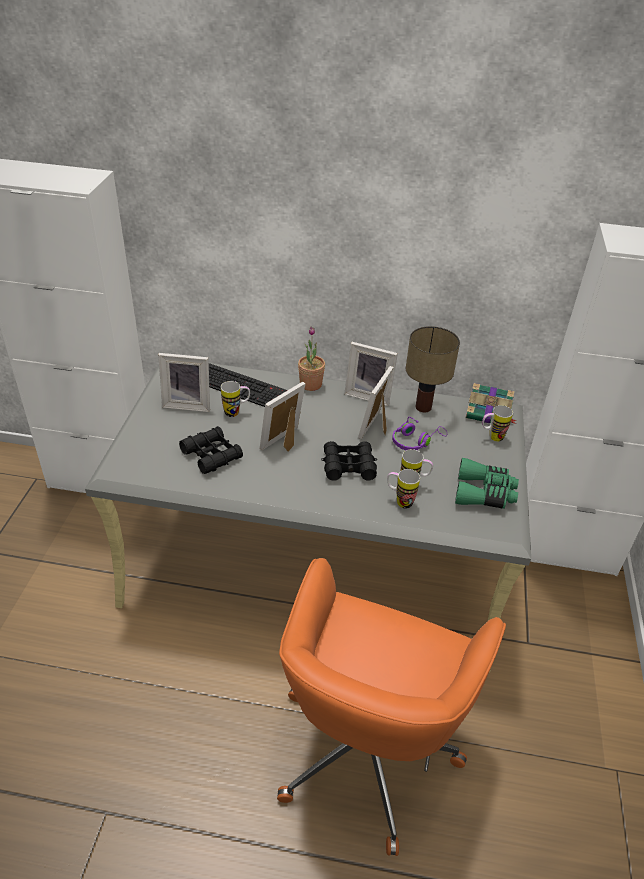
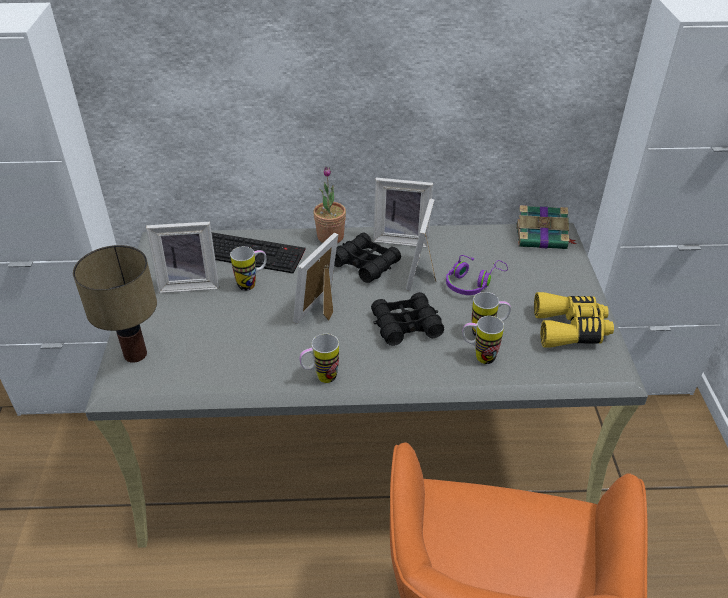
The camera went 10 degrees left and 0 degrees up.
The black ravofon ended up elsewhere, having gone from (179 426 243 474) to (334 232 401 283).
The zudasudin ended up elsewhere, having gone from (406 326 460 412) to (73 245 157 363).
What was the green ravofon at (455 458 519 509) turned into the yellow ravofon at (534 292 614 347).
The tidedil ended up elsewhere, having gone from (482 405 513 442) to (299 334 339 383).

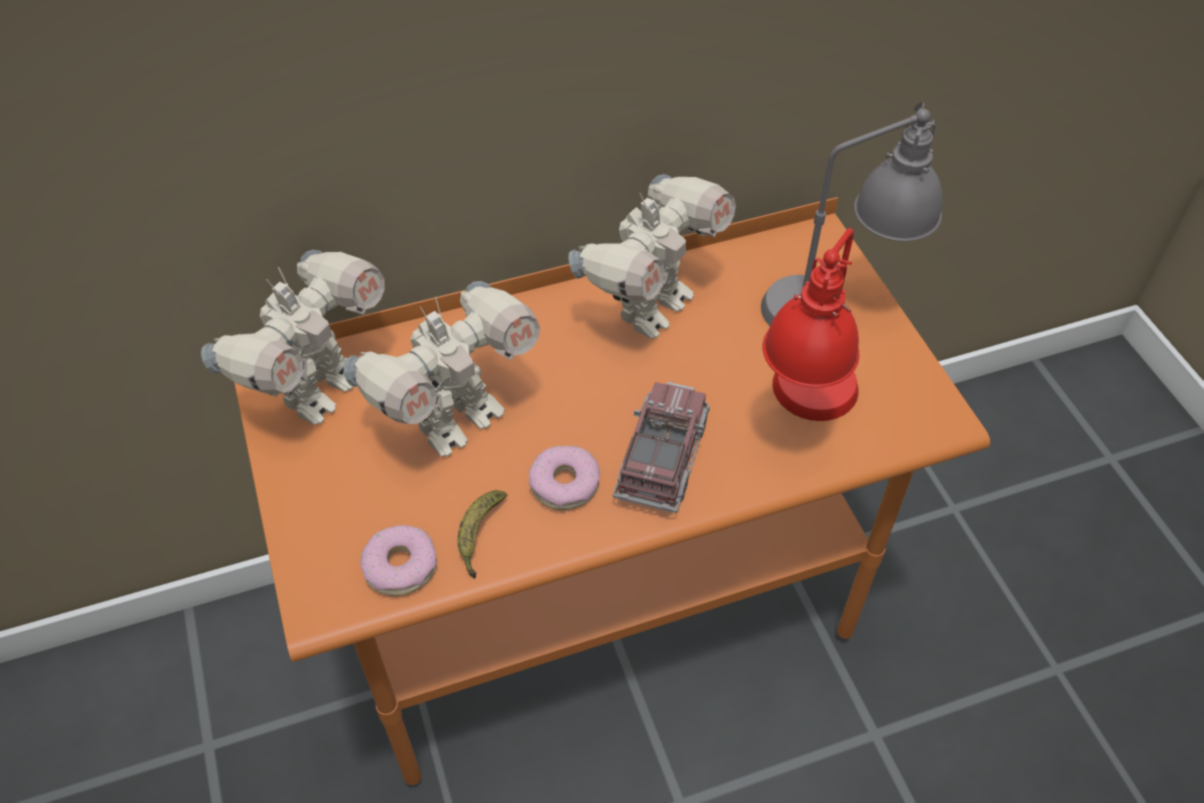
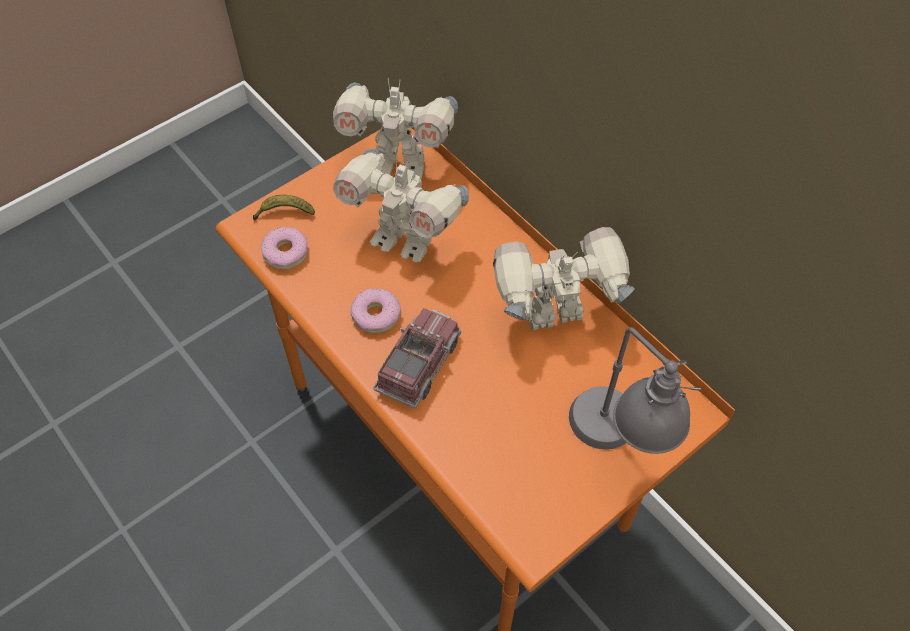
The camera went 70 degrees right and 5 degrees up.
The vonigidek ended up elsewhere, having gone from (457 490 507 579) to (253 195 315 221).
The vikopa at (569 174 736 339) ended up facing another way, 150 degrees clockwise from before.
The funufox at (613 382 710 513) ended up facing another way, 60 degrees counterclockwise from before.
The second view lost the red zudasudin at (763 228 859 421).

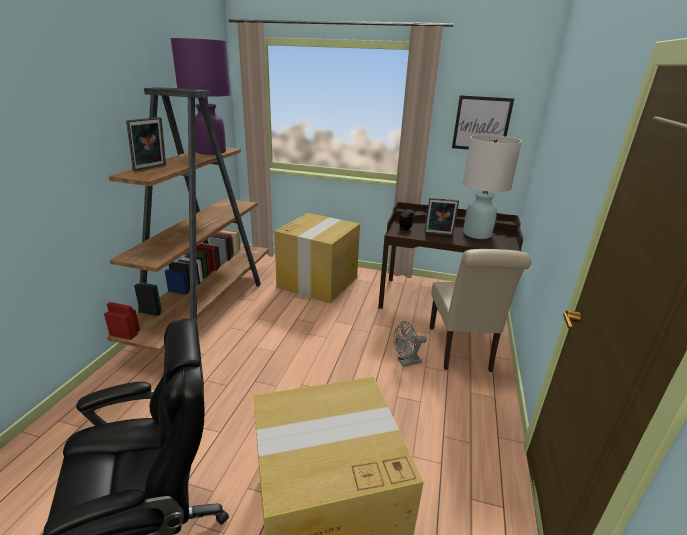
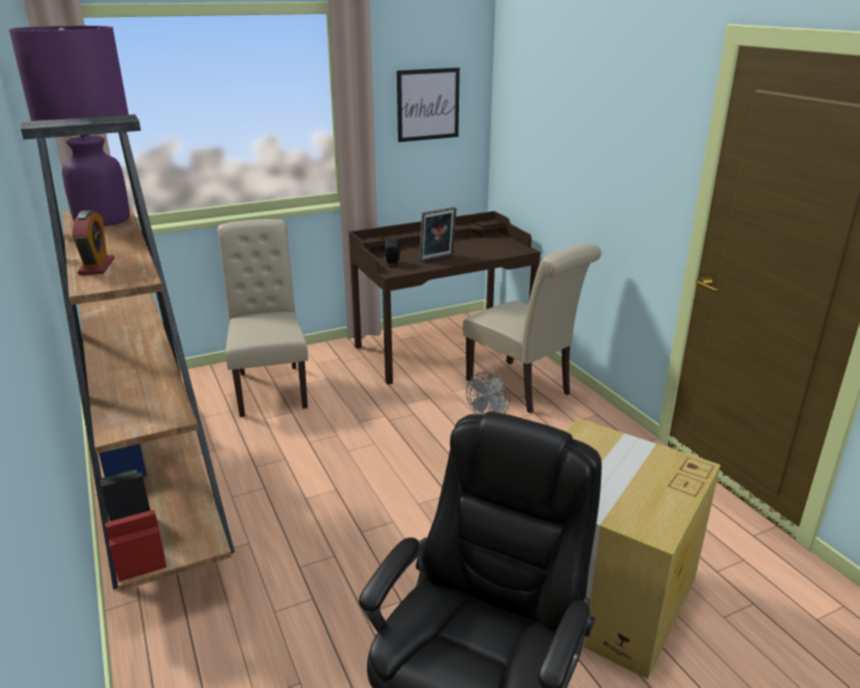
The camera went 40 degrees left and 0 degrees up.
Where the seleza stood at (126 117 166 171), the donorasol came to stand at (72 210 114 275).
Where the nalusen stood at (274 213 360 303), the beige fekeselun came to stand at (217 219 308 417).
The second view lost the white zudasudin at (463 135 522 239).

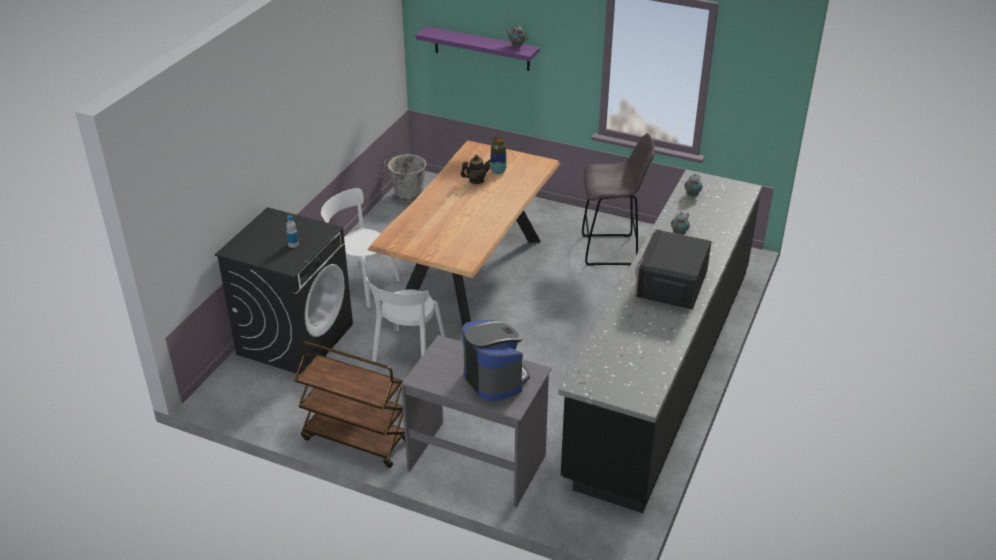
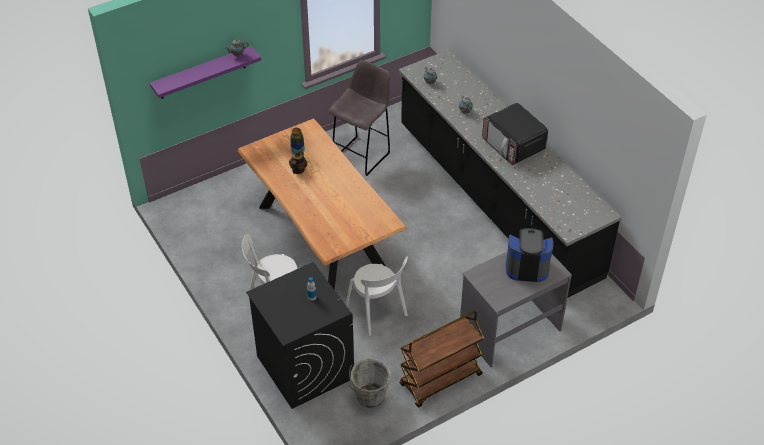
The camera went 55 degrees left and 10 degrees up.
The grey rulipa ended up elsewhere, having gone from (383 153 426 202) to (349 359 391 408).

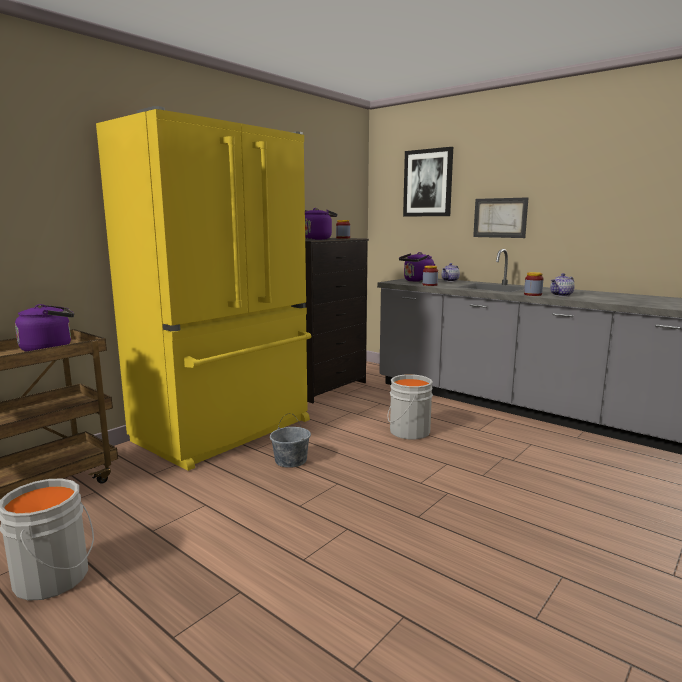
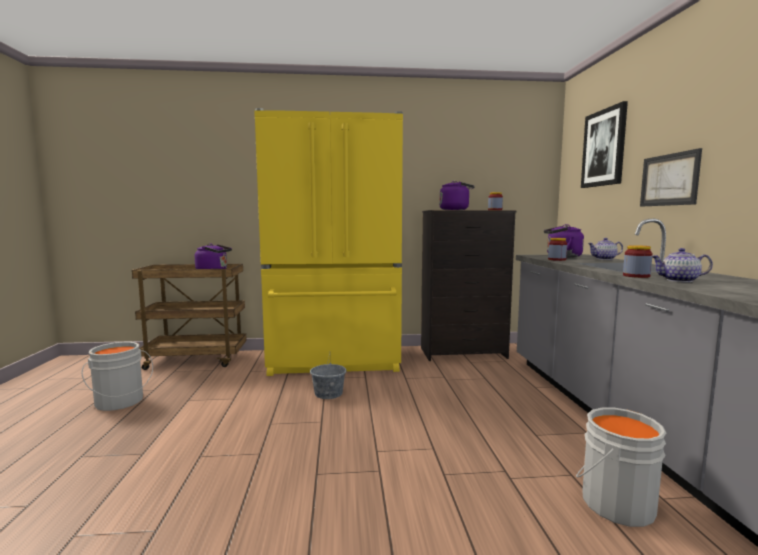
The camera went 45 degrees right and 5 degrees down.
The grey rulipa ended up elsewhere, having gone from (388 374 433 439) to (576 407 666 527).

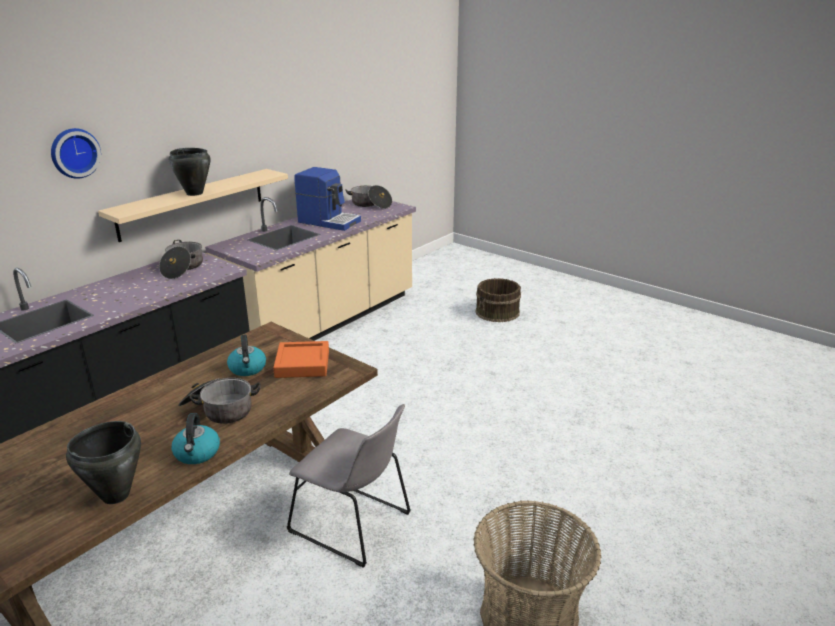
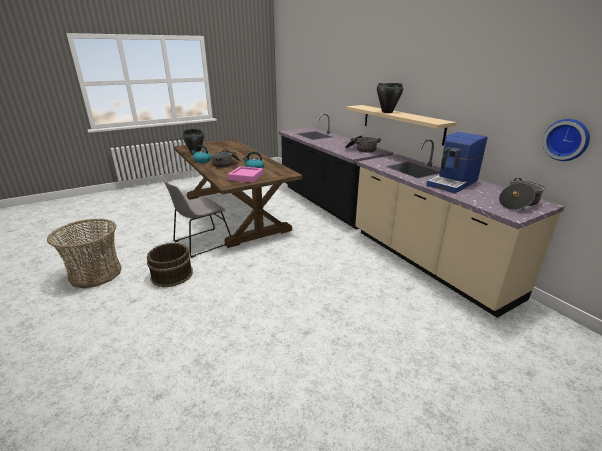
The camera went 110 degrees right and 0 degrees up.
The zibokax ended up elsewhere, having gone from (51 128 101 179) to (543 119 590 161).
What was the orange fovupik at (273 341 329 378) turned into the pink fovupik at (228 166 263 183).
The brown rulipa ended up elsewhere, having gone from (475 278 521 322) to (147 243 193 287).

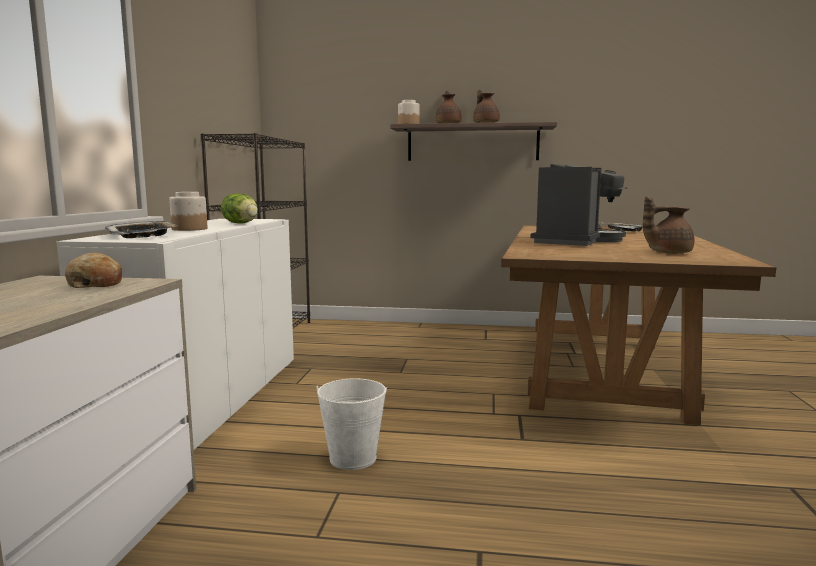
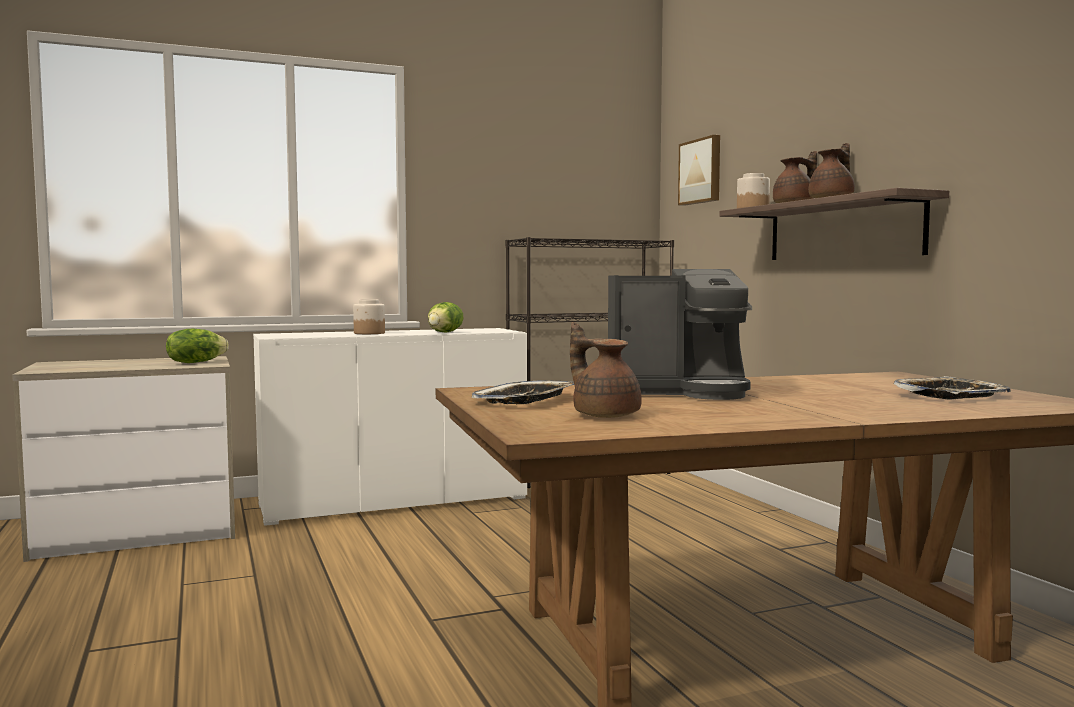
The camera went 60 degrees right and 5 degrees down.
Where the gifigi stood at (65 253 122 288), the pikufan came to stand at (166 329 229 363).
The fovupik ended up elsewhere, having gone from (105 221 178 238) to (472 380 574 404).
The second view lost the white rulipa at (316 378 387 470).
The second view gained the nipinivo at (678 135 720 206).

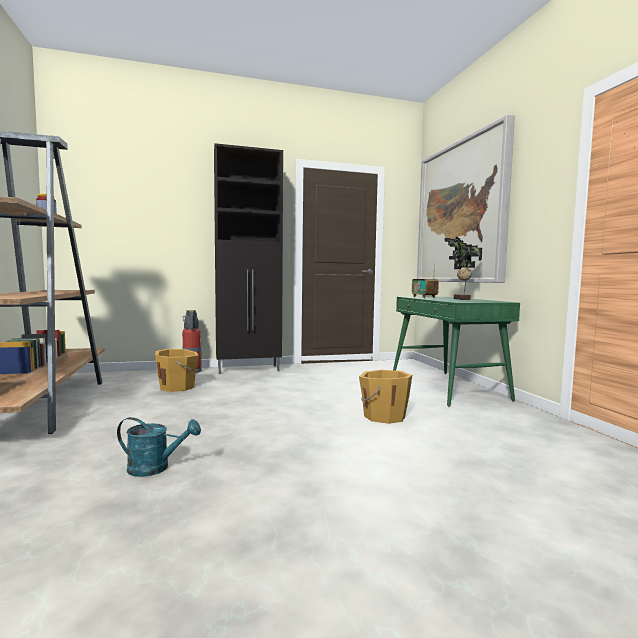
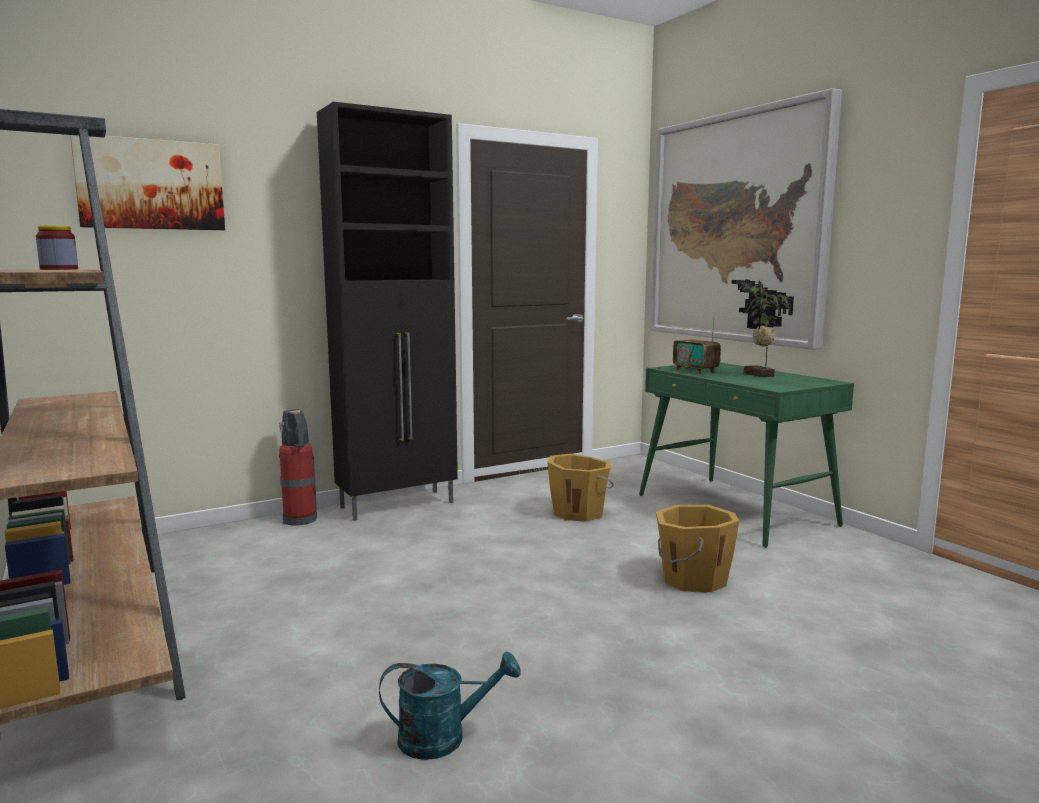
The camera went 15 degrees left and 5 degrees up.
The orange rulipa ended up elsewhere, having gone from (155 349 199 392) to (547 454 614 522).
The second view gained the nipinivo at (70 135 225 230).

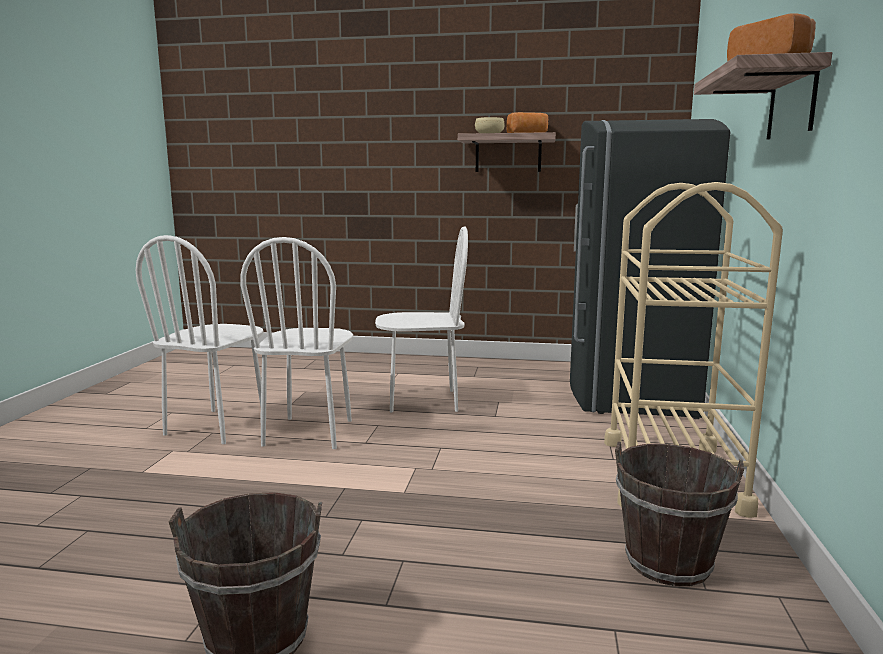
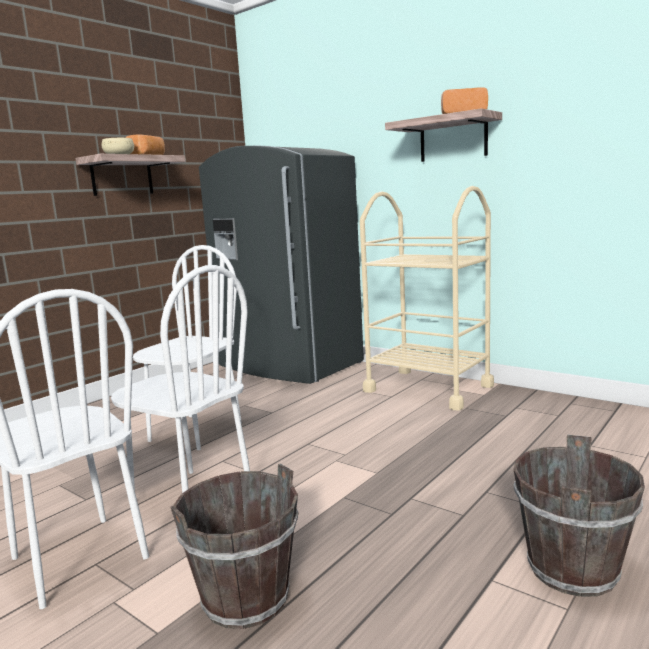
The camera went 60 degrees left and 0 degrees up.
The brown rulipa ended up elsewhere, having gone from (615 442 744 586) to (170 464 298 629).

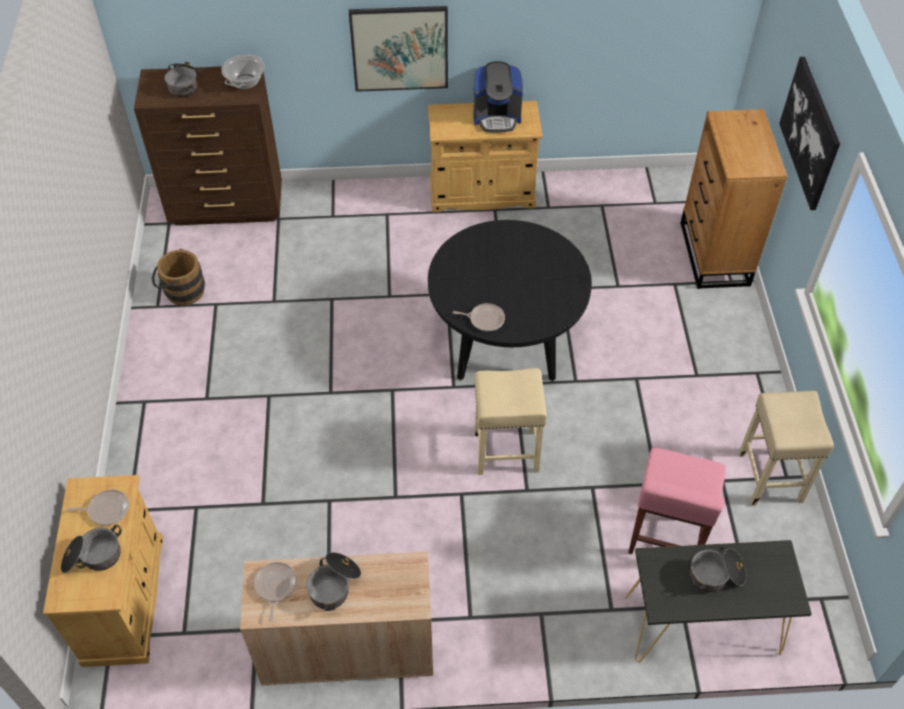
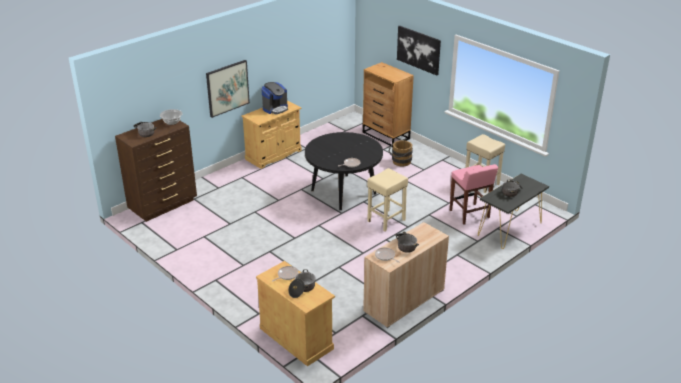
The camera went 40 degrees left and 20 degrees down.
The brown rulipa ended up elsewhere, having gone from (152 249 205 306) to (389 140 413 167).

